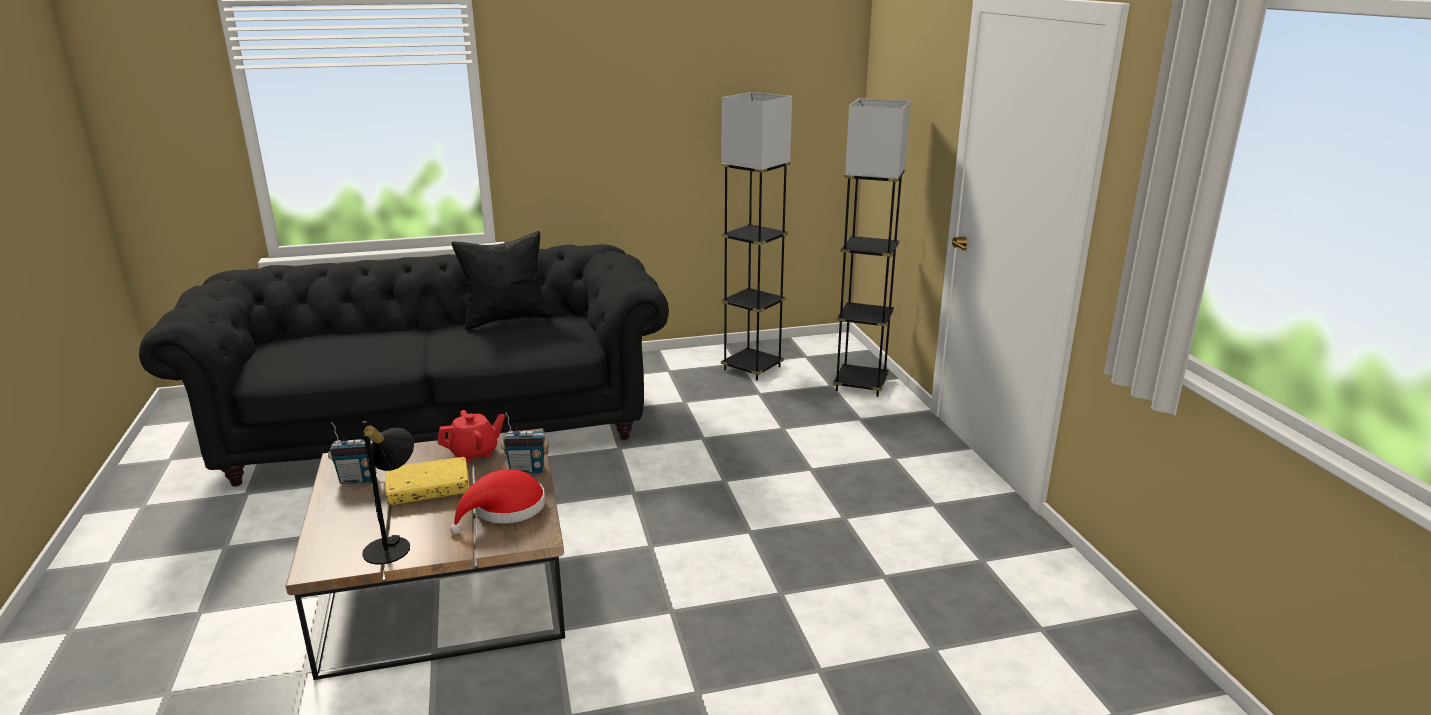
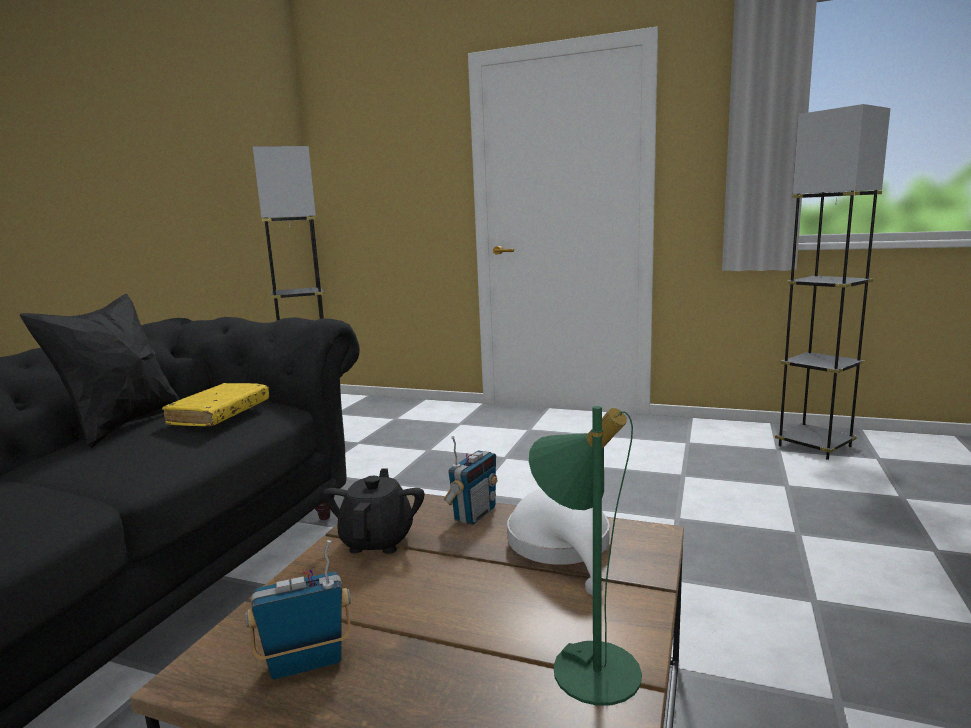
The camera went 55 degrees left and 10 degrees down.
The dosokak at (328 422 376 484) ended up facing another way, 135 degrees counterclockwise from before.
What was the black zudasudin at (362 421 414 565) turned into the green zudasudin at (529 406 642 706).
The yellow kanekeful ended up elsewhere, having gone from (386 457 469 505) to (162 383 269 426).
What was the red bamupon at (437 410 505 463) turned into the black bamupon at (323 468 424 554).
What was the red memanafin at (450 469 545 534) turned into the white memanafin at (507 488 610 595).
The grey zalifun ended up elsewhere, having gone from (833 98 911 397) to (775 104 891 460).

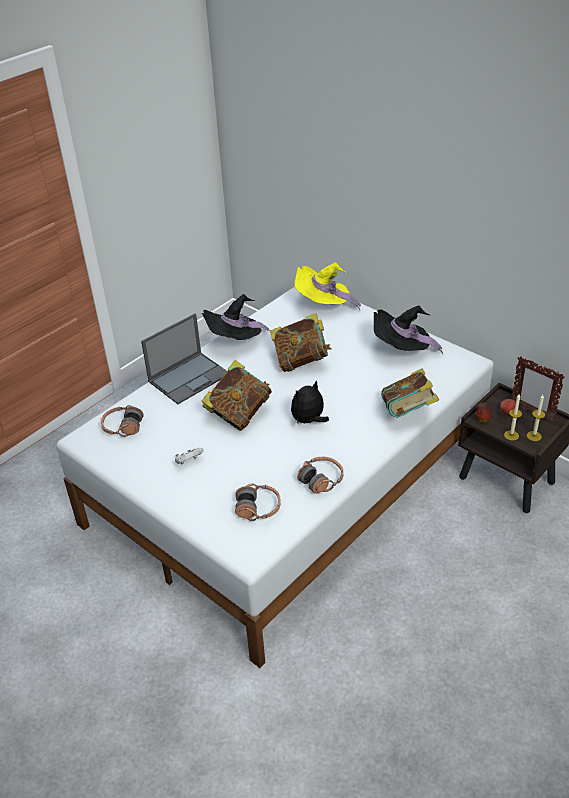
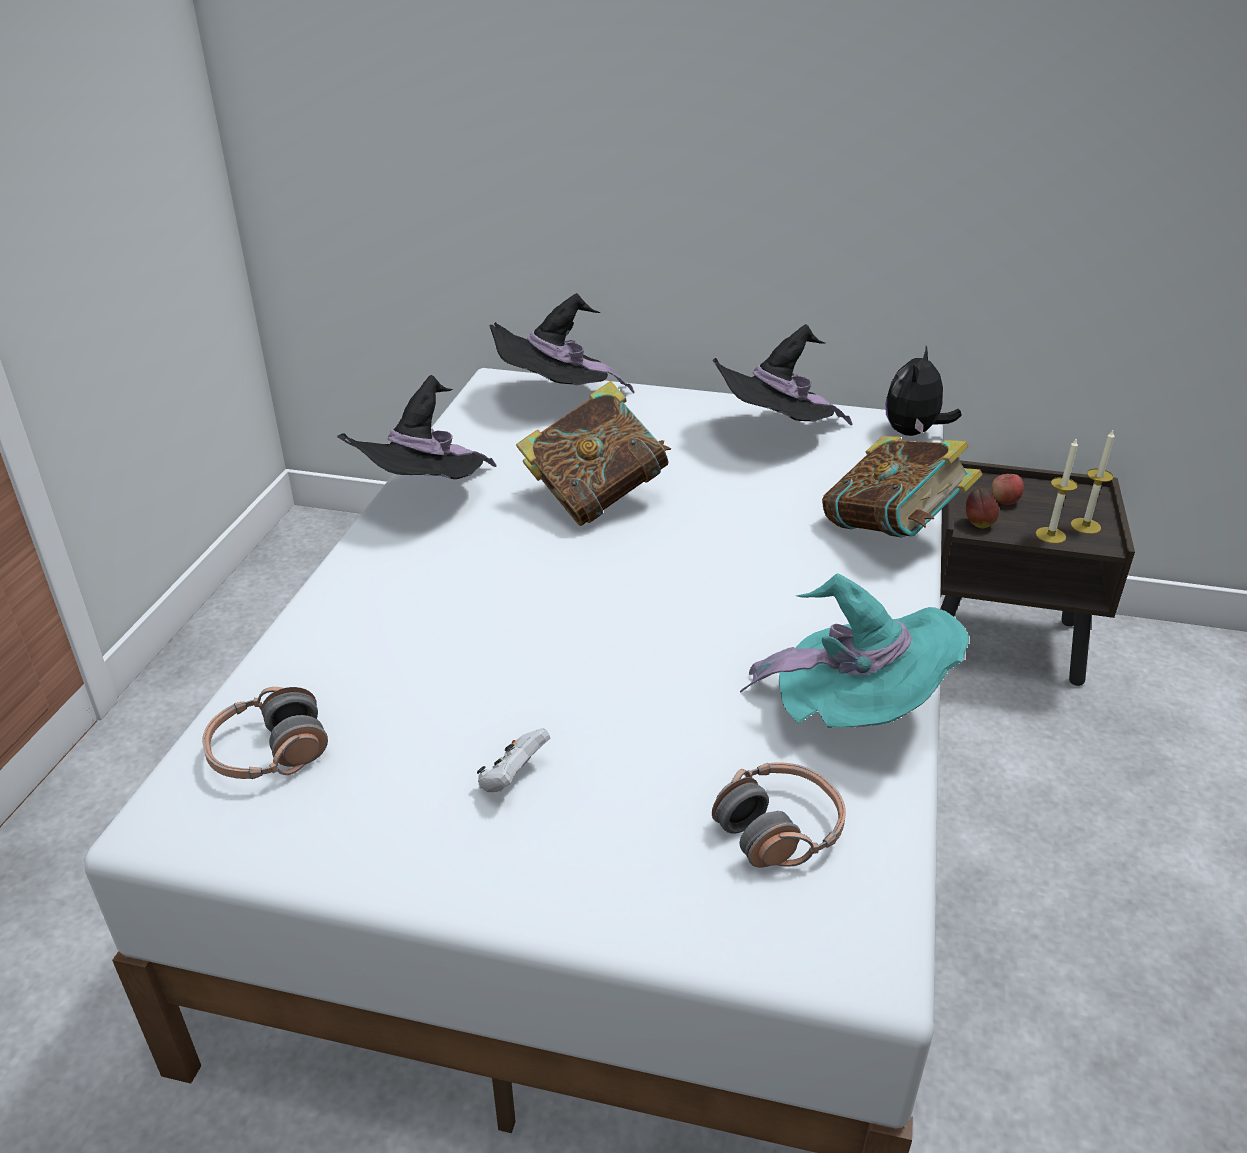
The camera went 30 degrees left and 5 degrees down.
The second view lost the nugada at (141 313 227 404).
The second view lost the kanekeful at (202 360 272 431).
The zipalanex ended up elsewhere, having gone from (291 380 329 423) to (885 346 961 436).
What was the yellow memanafin at (294 263 361 310) turned into the black memanafin at (489 293 634 393).
Where the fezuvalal stood at (297 457 344 494), the turquoise memanafin came to stand at (740 574 969 728).
The second view lost the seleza at (512 357 565 422).

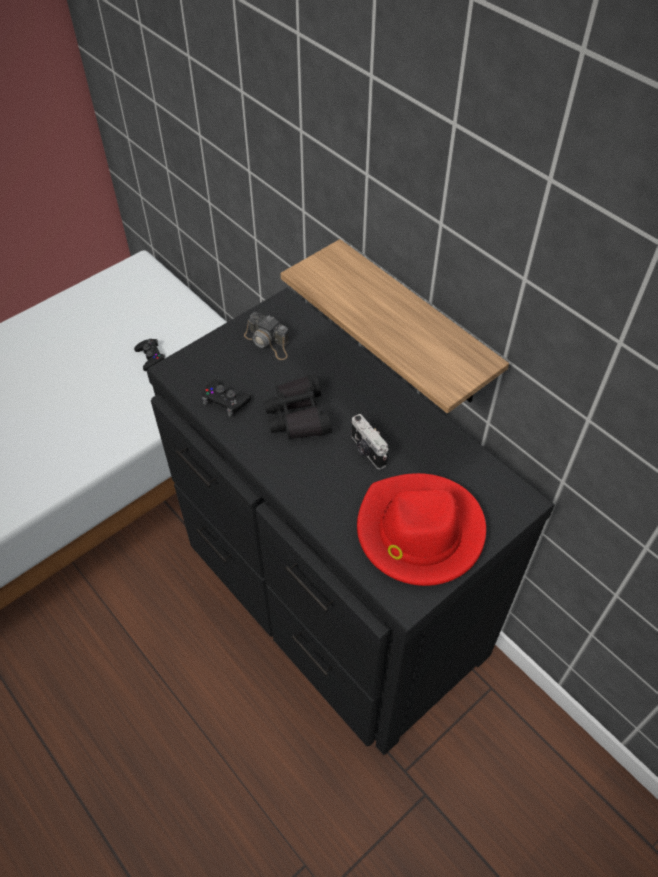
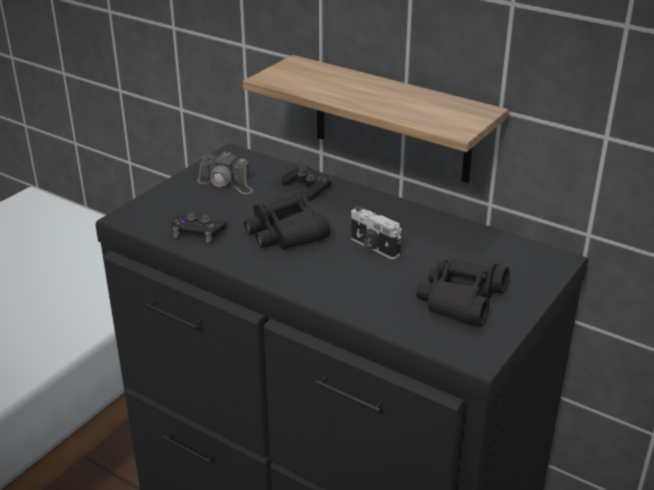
The camera went 15 degrees left and 20 degrees down.
The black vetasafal ended up elsewhere, having gone from (134 339 165 371) to (282 166 332 201).
Where the red memanafin stood at (357 473 486 586), the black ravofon came to stand at (416 259 509 326).

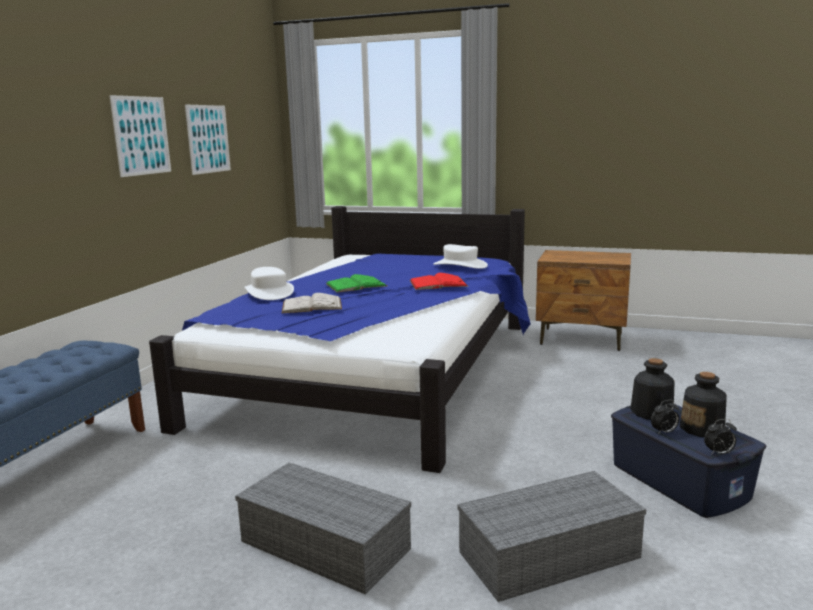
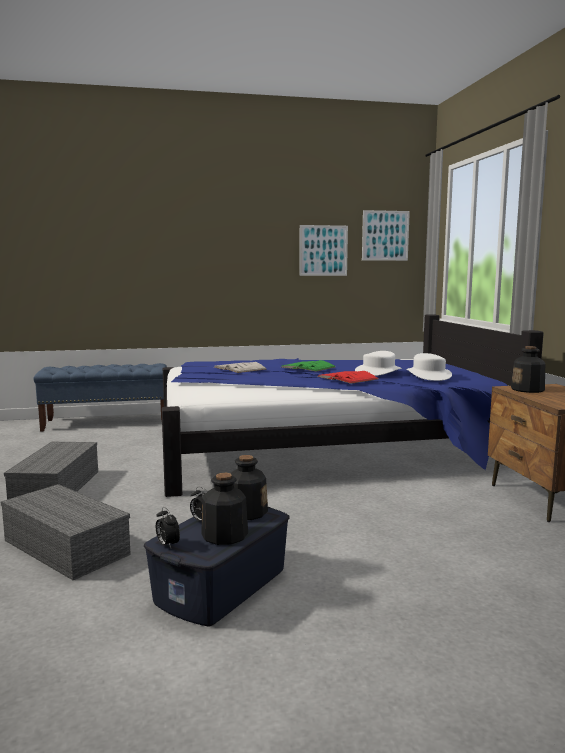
The camera went 60 degrees right and 5 degrees down.
The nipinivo ended up elsewhere, having gone from (109 95 171 177) to (362 210 410 261).
The white memanafin ended up elsewhere, having gone from (245 267 294 300) to (355 351 402 376).
The second view gained the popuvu at (511 346 545 393).

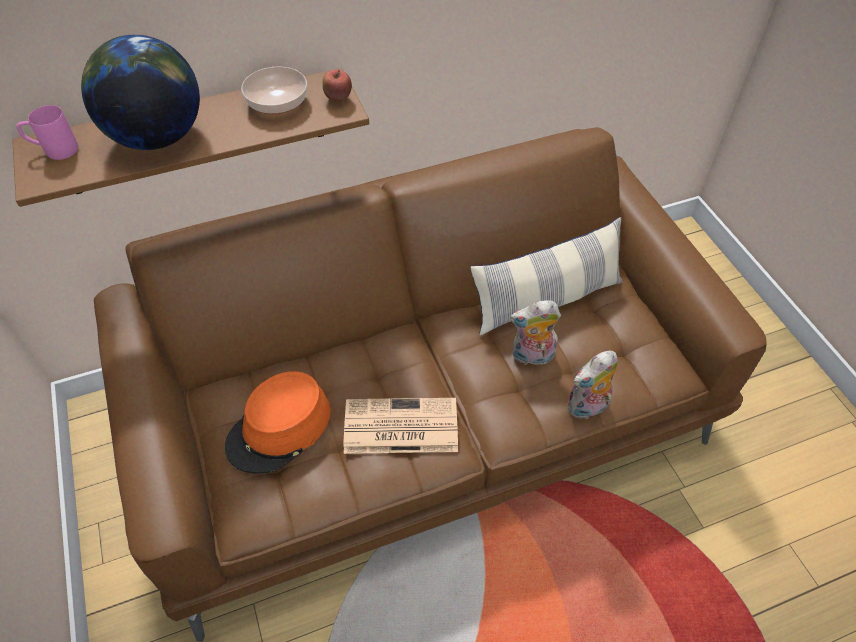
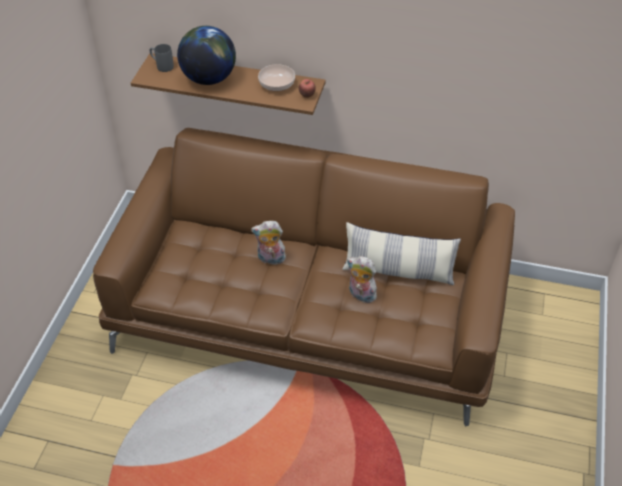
The camera went 35 degrees right and 5 degrees down.
What was the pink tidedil at (16 105 78 160) turned into the grey tidedil at (149 44 174 72).
The second view lost the orange memanafin at (225 371 331 473).
The second view lost the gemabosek at (344 398 458 454).
The zipalanex ended up elsewhere, having gone from (567 351 618 419) to (251 221 286 267).

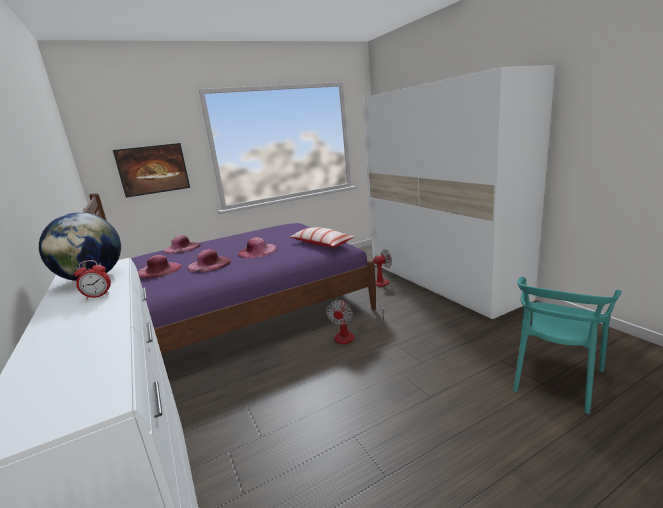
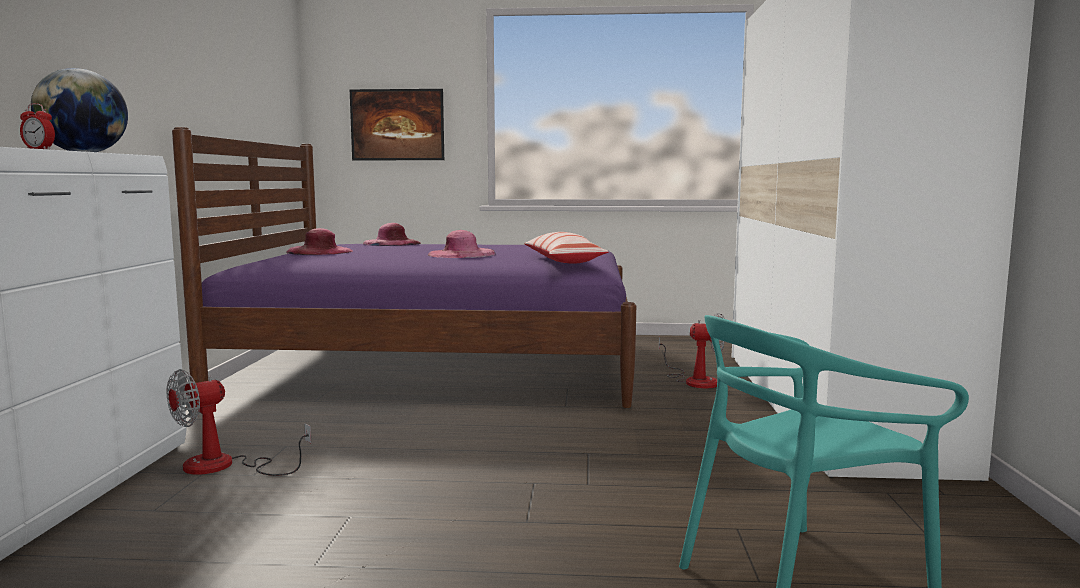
The camera went 30 degrees right and 10 degrees down.
The second view lost the pink memanafin at (187 249 231 273).
The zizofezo ended up elsewhere, having gone from (326 300 386 344) to (166 369 311 476).

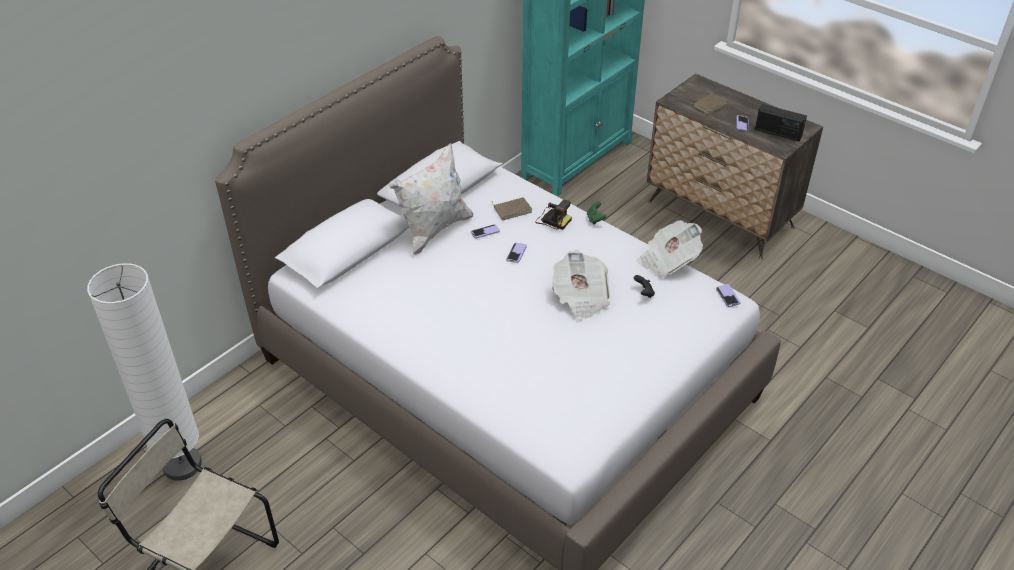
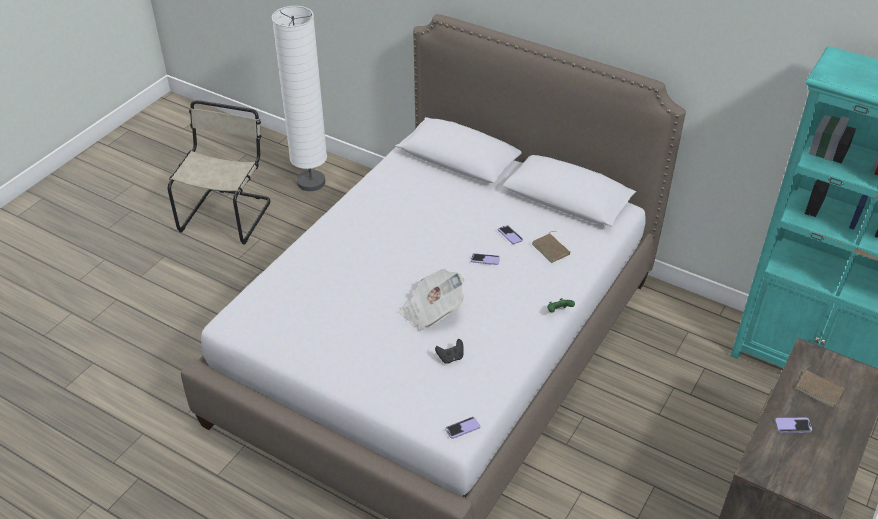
The camera went 80 degrees right and 0 degrees up.
The second view lost the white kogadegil at (389 143 473 255).
The second view lost the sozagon at (535 200 572 230).
The second view lost the gemabosek at (638 220 703 277).
The second view lost the dosokak at (755 104 807 141).

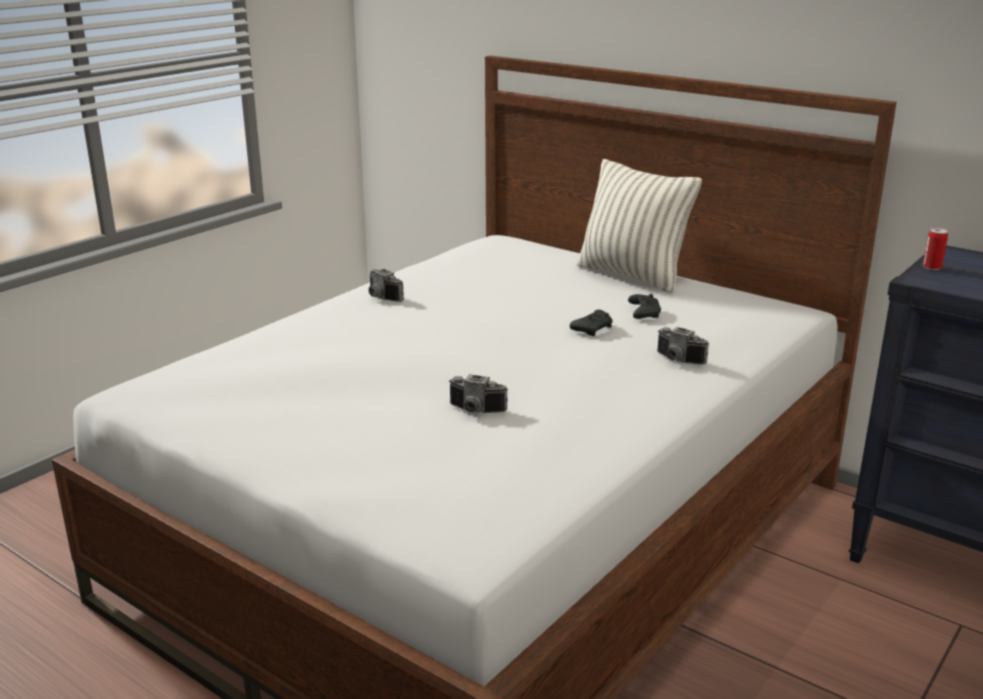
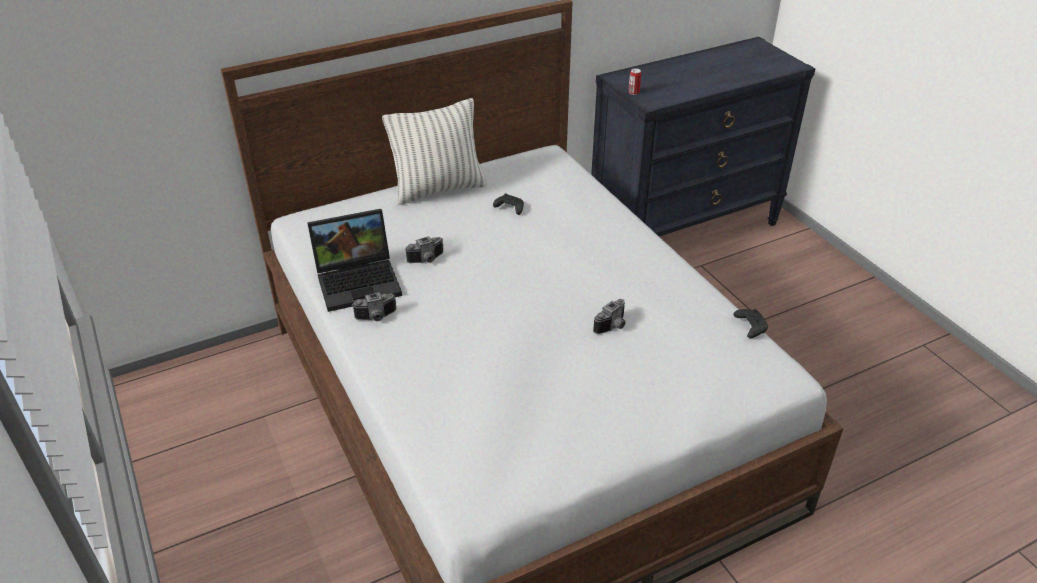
The camera went 65 degrees left and 15 degrees up.
The black vetasafal ended up elsewhere, having gone from (570 310 613 336) to (733 309 768 338).
The sozagon ended up elsewhere, having gone from (657 327 709 365) to (405 236 443 263).
The second view gained the nugada at (307 209 402 312).

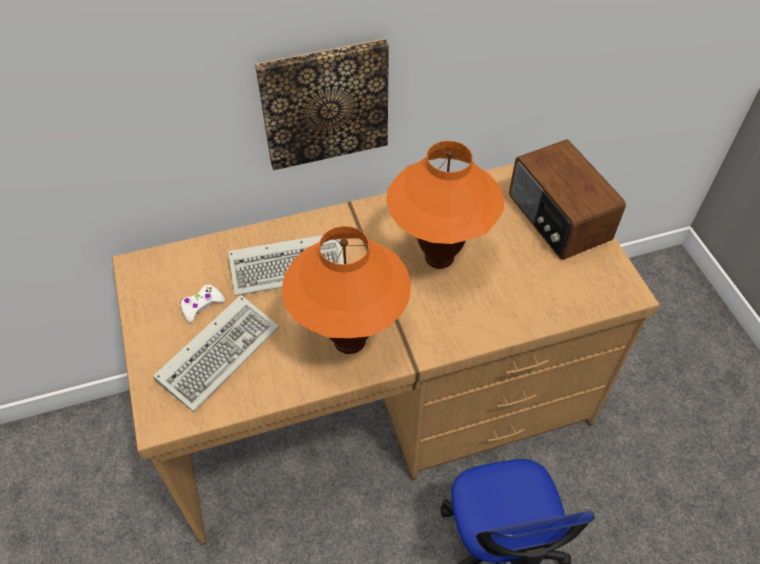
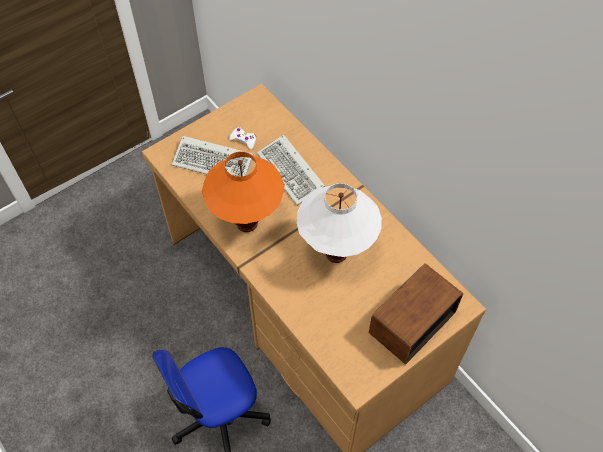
The camera went 70 degrees right and 5 degrees up.
The second view lost the nipinivo at (255 39 389 170).
What was the orange zudasudin at (386 141 504 269) turned into the white zudasudin at (296 183 382 263).

